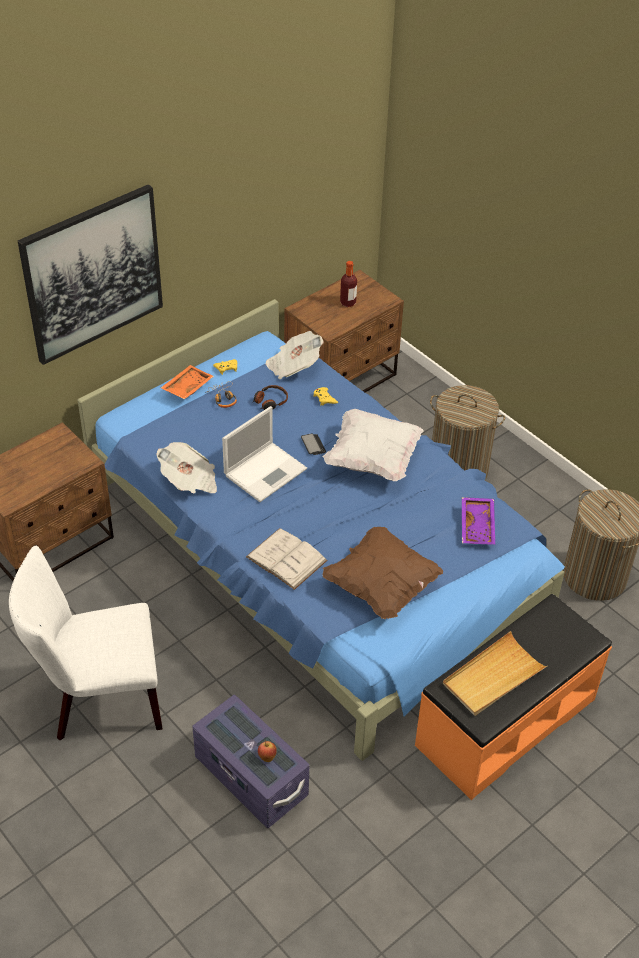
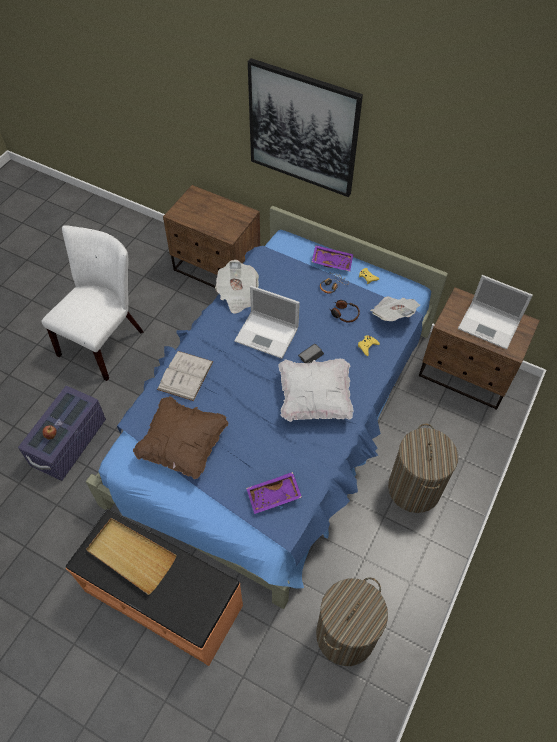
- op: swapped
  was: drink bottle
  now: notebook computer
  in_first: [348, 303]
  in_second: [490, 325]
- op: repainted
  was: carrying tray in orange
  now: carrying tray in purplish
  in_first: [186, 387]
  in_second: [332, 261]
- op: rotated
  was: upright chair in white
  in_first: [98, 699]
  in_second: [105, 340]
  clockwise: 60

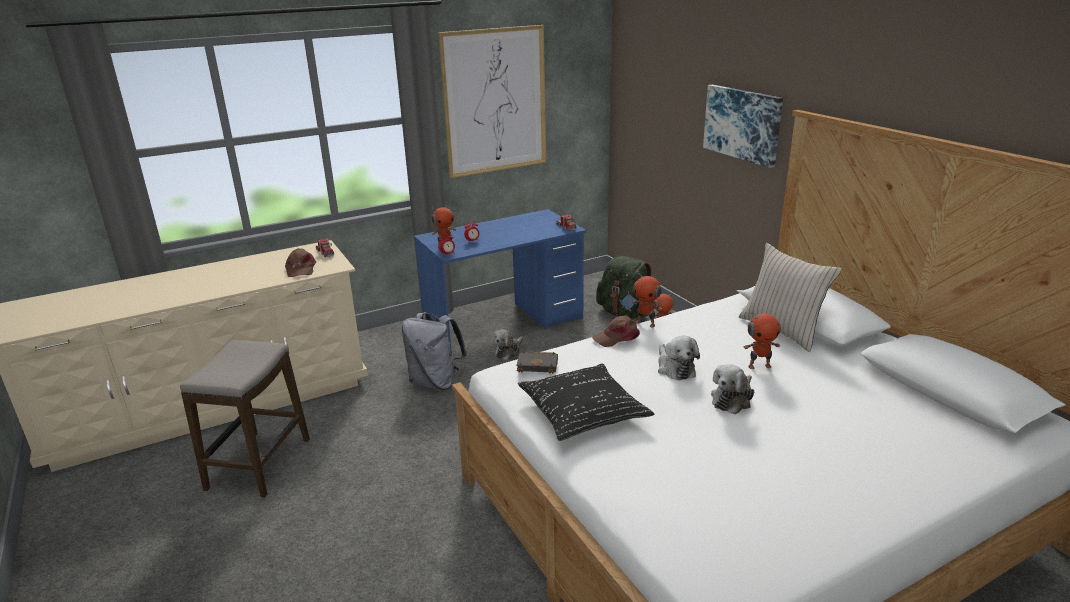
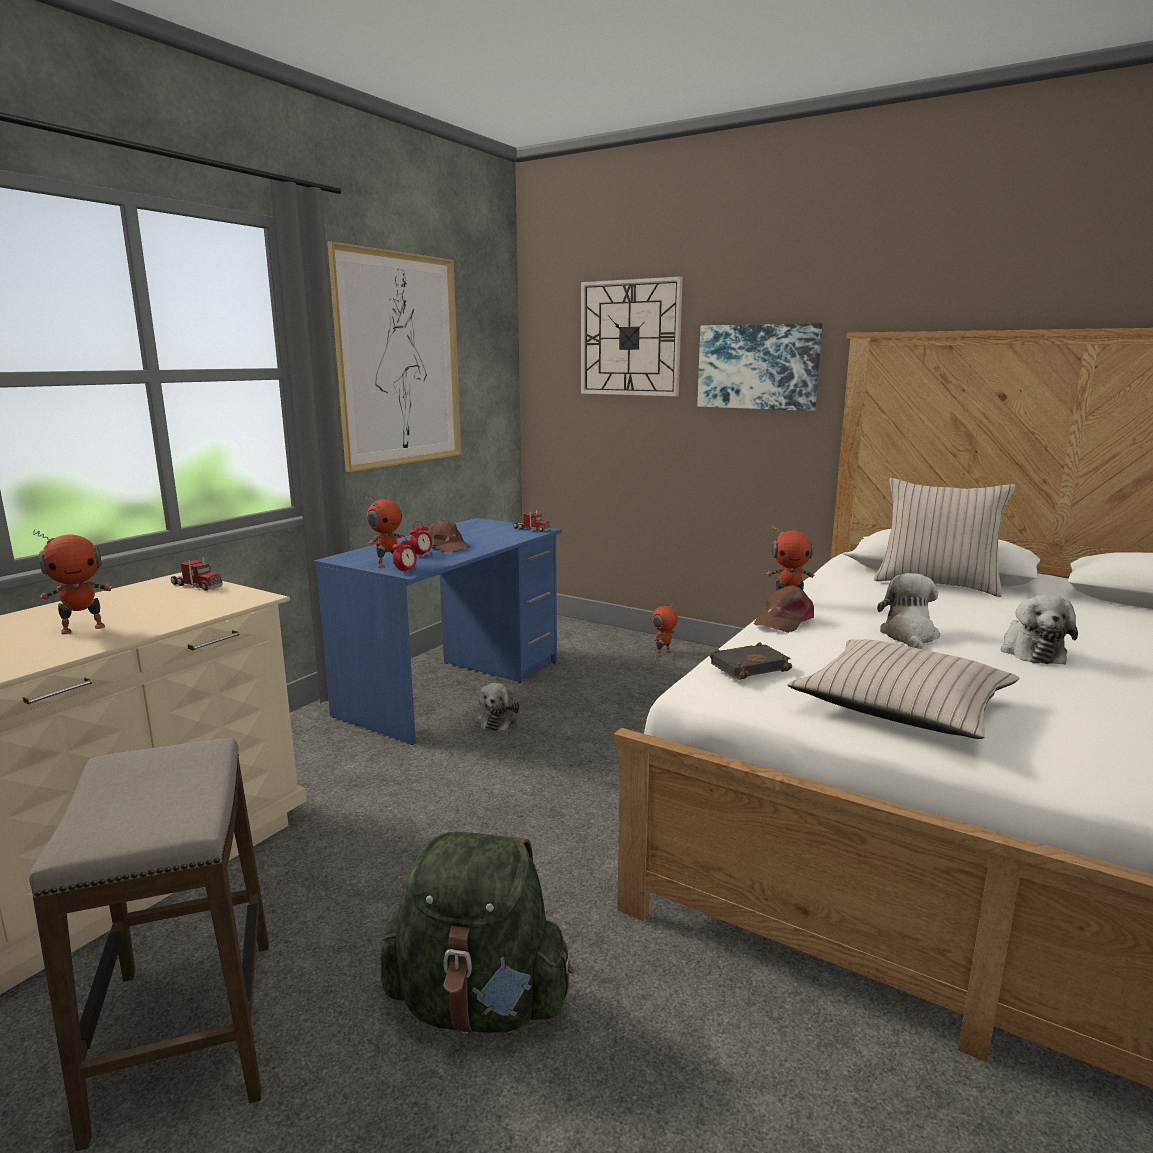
- op: shifted
  was: cap in brownish
  in_first: [300, 269]
  in_second: [446, 546]
- op: shifted
  was: knapsack in greenish
  in_first: [625, 313]
  in_second: [479, 1003]
- op: shifted
  was: model robot
  in_first: [759, 366]
  in_second: [83, 628]
- op: gone
  was: knapsack in gray
  in_first: [435, 382]
- op: rotated
  was: soft toy
  in_first: [675, 368]
  in_second: [909, 636]
  clockwise: -120
- op: repainted
  was: cushion in blackish
  now: cushion in beige
  in_first: [583, 411]
  in_second: [902, 706]
- op: new
  now: hanging clock
  in_second: [630, 338]

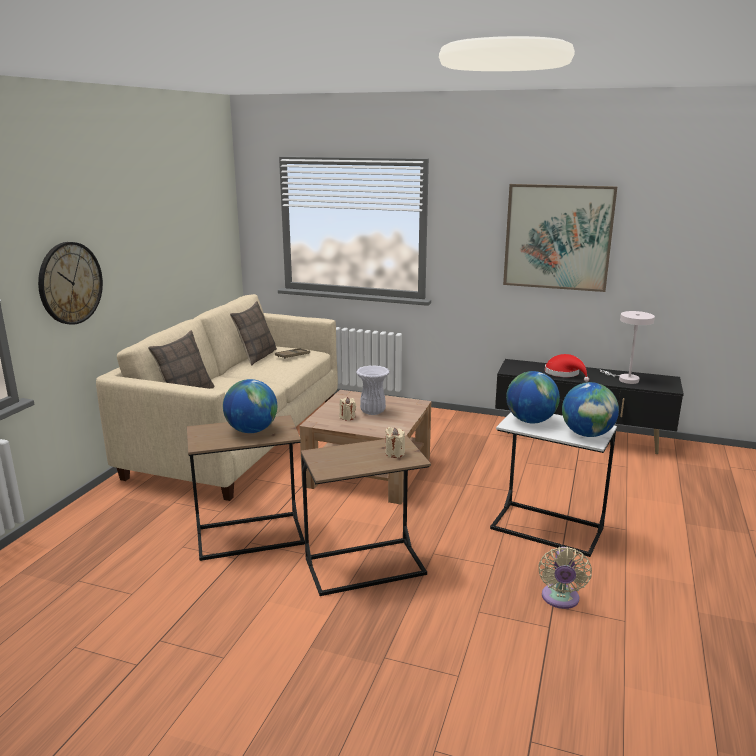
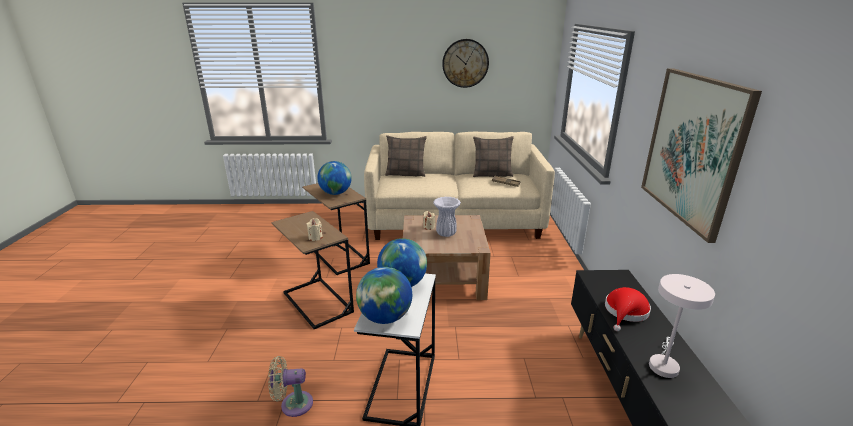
- op: shifted
  was: hanging clock
  in_first: [70, 283]
  in_second: [465, 63]

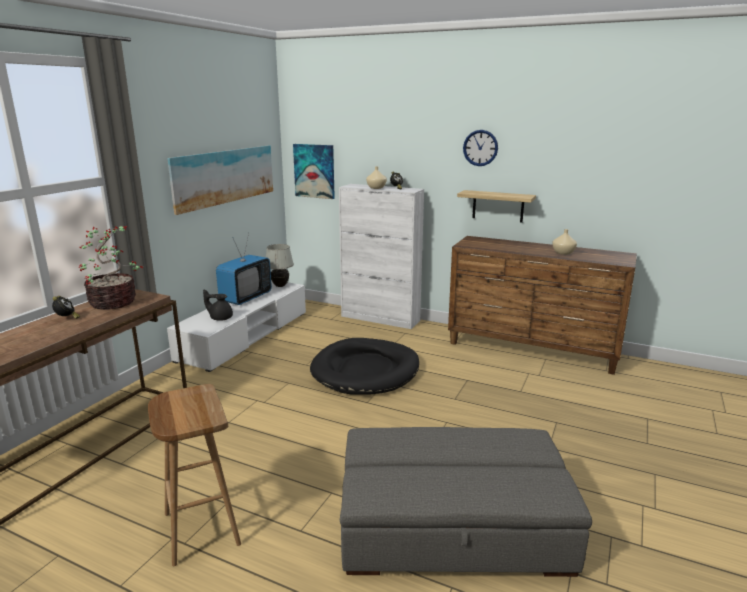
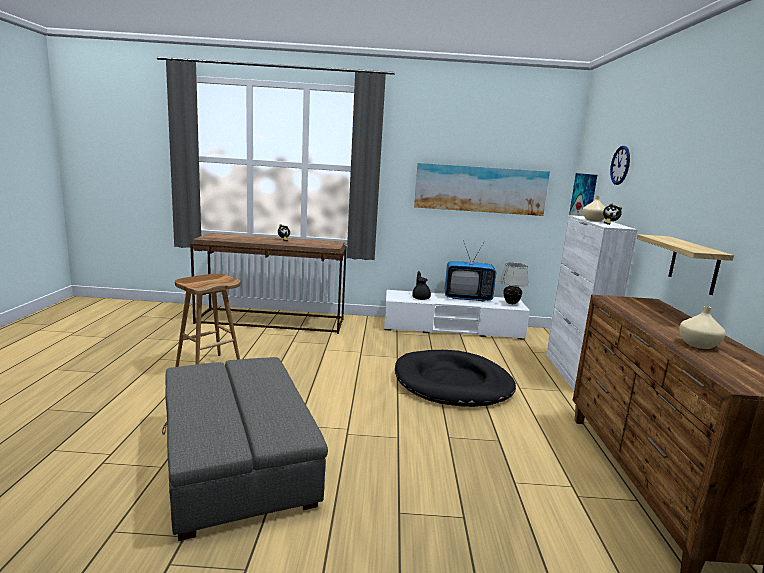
- op: shifted
  was: hanging clock
  in_first: [480, 148]
  in_second: [620, 165]
- op: gone
  was: plant in a pot
  in_first: [114, 302]

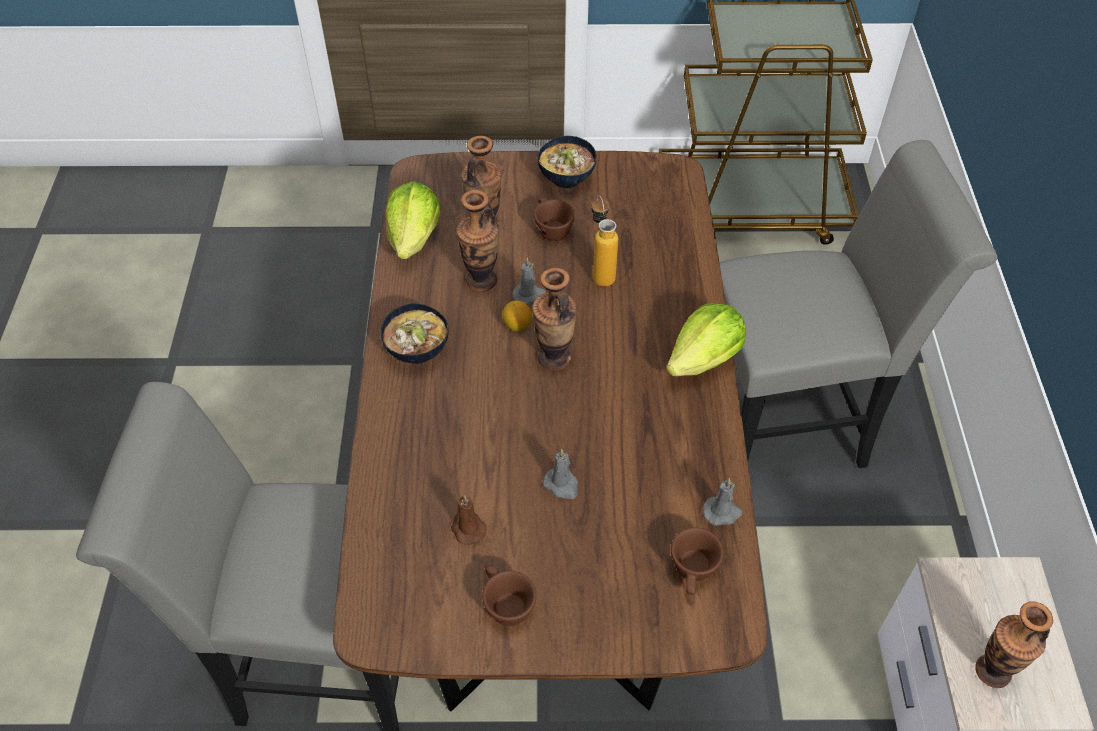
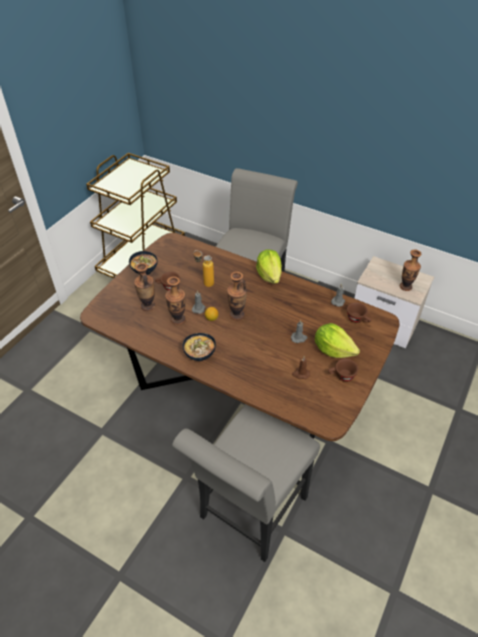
- op: shifted
  was: lettuce
  in_first: [414, 238]
  in_second: [333, 350]

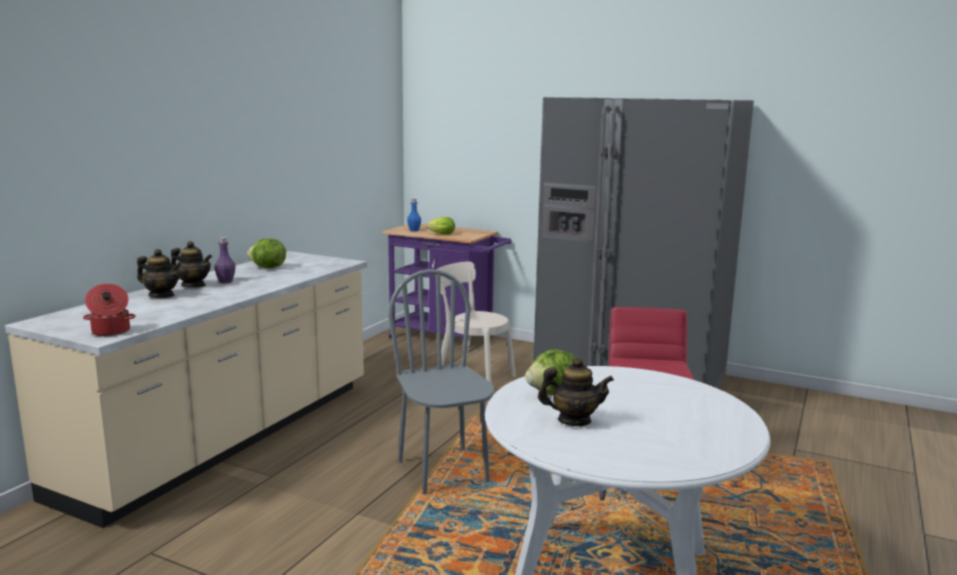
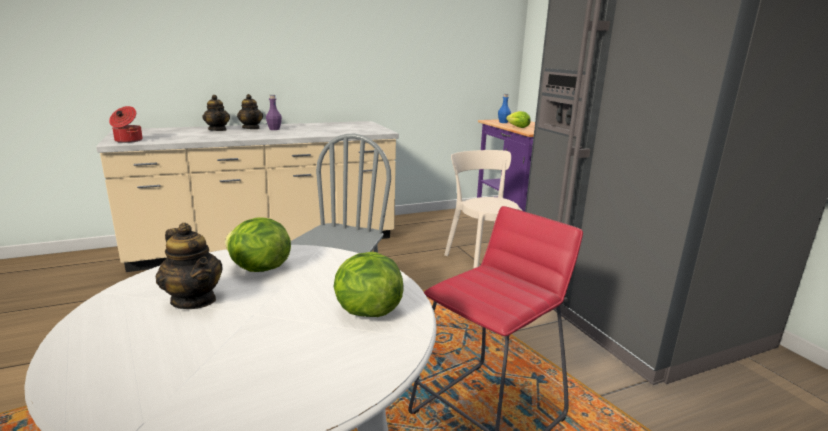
- op: shifted
  was: lettuce
  in_first: [268, 268]
  in_second: [366, 311]

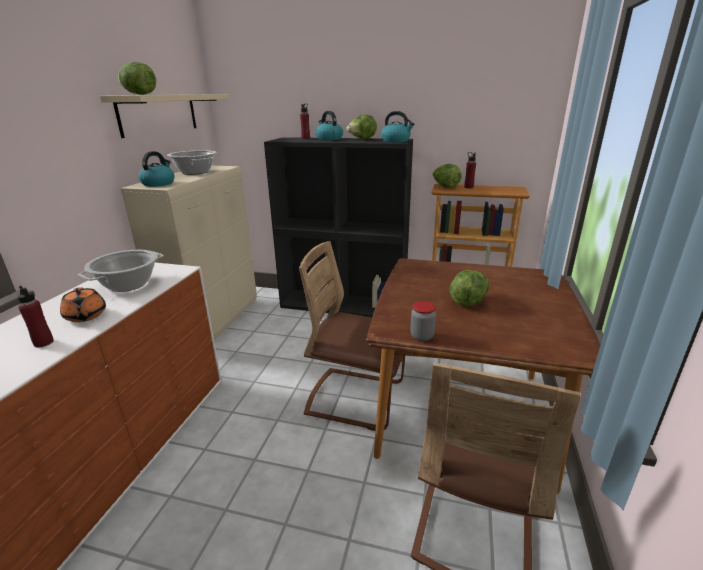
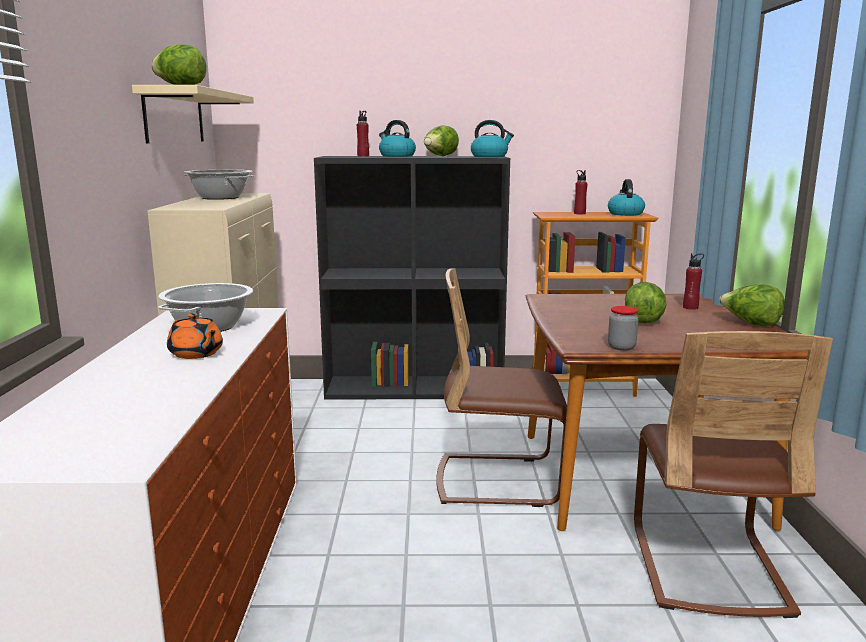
- op: shifted
  was: kettle
  in_first: [158, 183]
  in_second: [625, 214]
- op: shifted
  was: lettuce
  in_first: [445, 187]
  in_second: [750, 324]
- op: shifted
  was: drink bottle in reddish
  in_first: [43, 342]
  in_second: [690, 307]

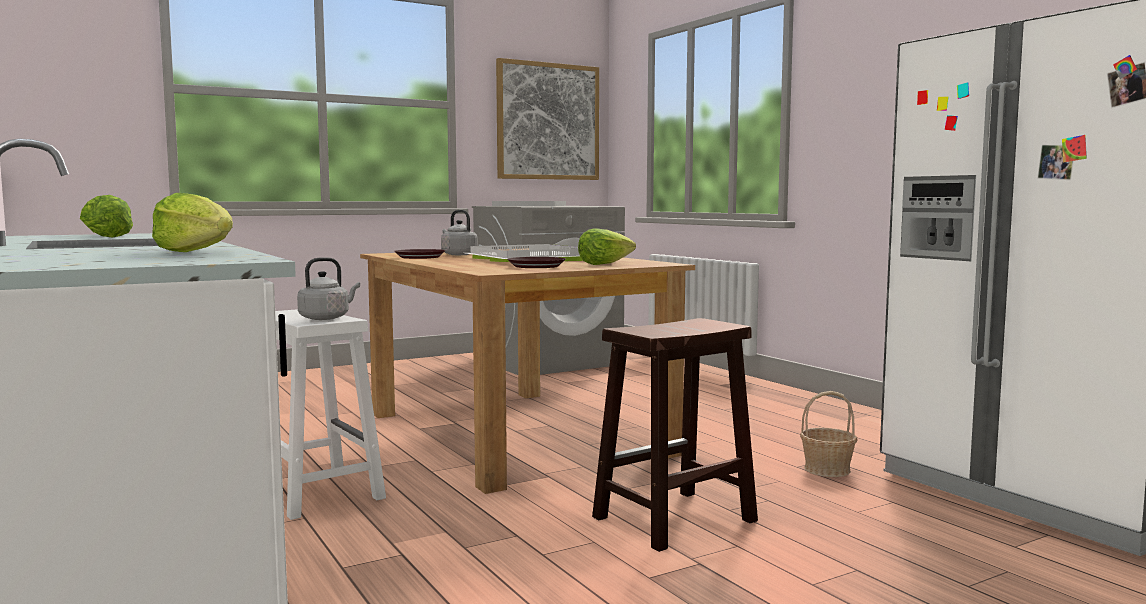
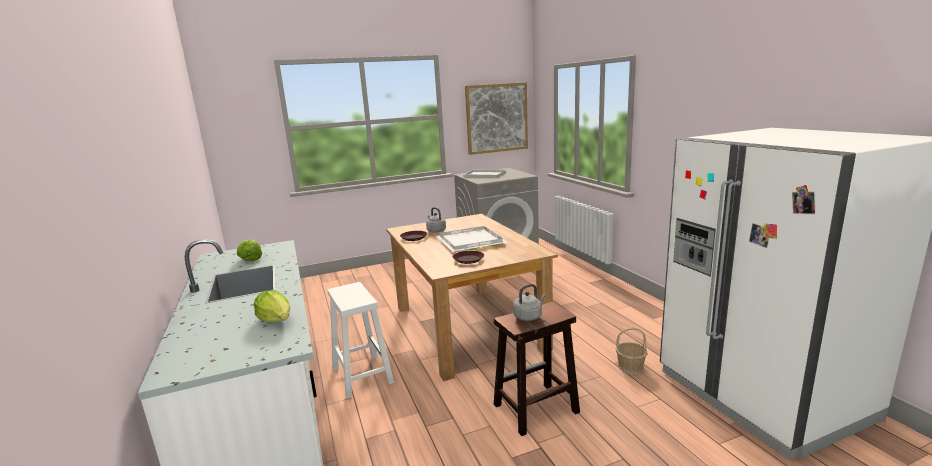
- op: gone
  was: lettuce
  in_first: [604, 264]
- op: shifted
  was: kettle in gray
  in_first: [326, 318]
  in_second: [529, 316]

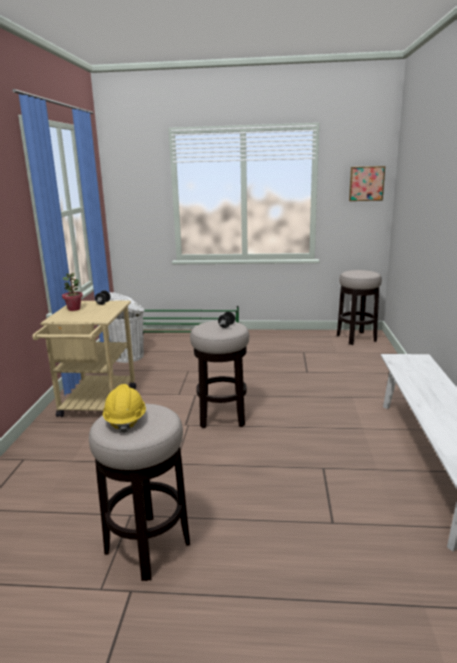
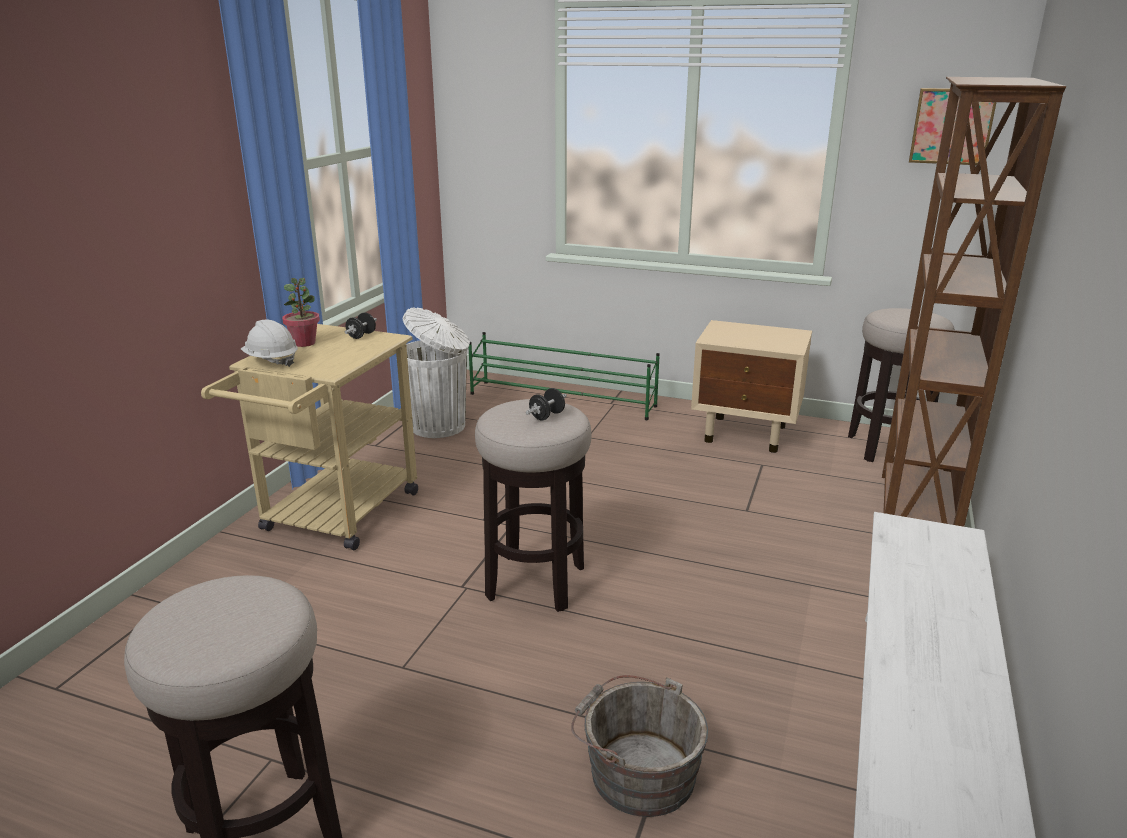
- op: gone
  was: safety helmet in yellow
  in_first: [125, 420]
- op: new
  now: bookcase in brownish
  in_second: [913, 516]
- op: new
  now: safety helmet in white
  in_second: [271, 361]
- op: new
  now: nightstand in beige
  in_second: [746, 434]
- op: new
  now: bucket in gray
  in_second: [637, 771]

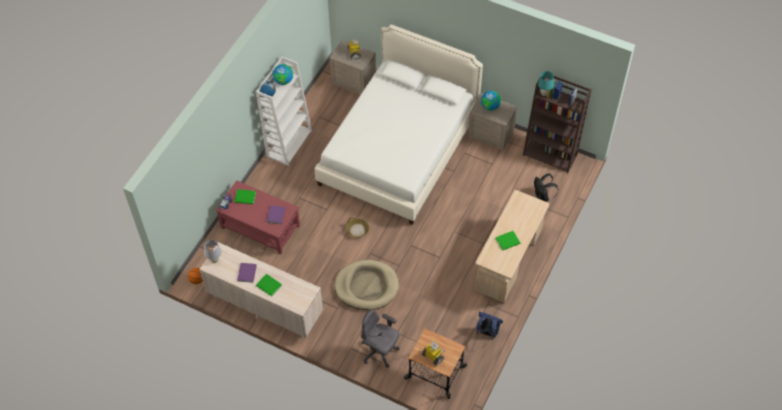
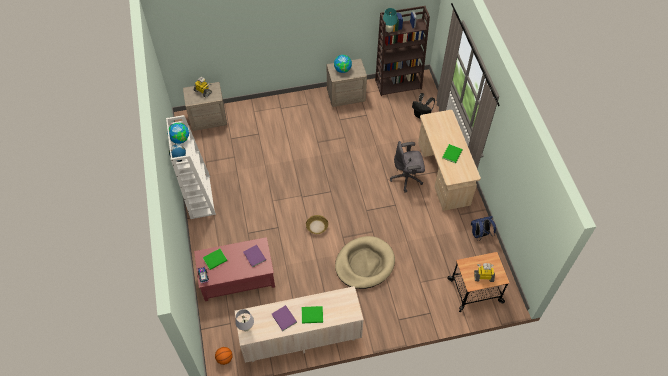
- op: gone
  was: sleeping bed in white
  in_first: [399, 150]
- op: shifted
  was: desk chair in gray
  in_first: [379, 351]
  in_second: [407, 178]

